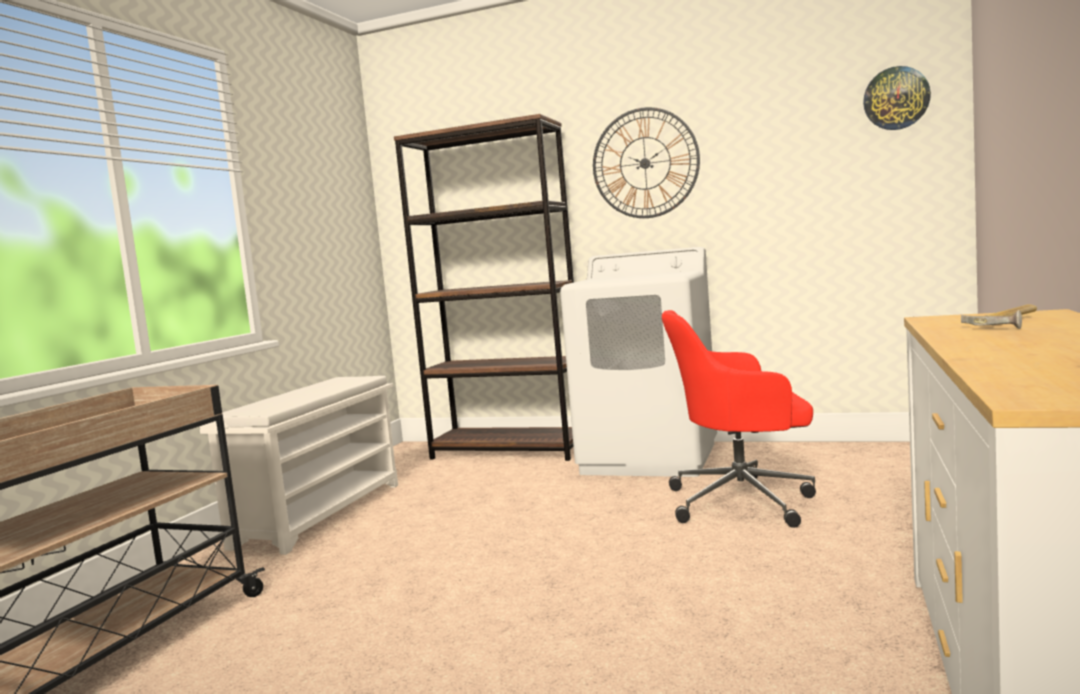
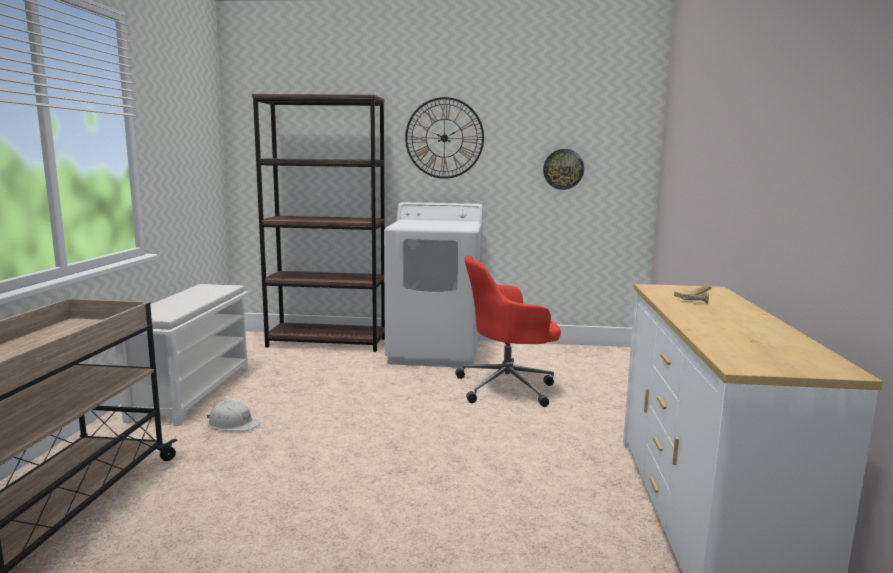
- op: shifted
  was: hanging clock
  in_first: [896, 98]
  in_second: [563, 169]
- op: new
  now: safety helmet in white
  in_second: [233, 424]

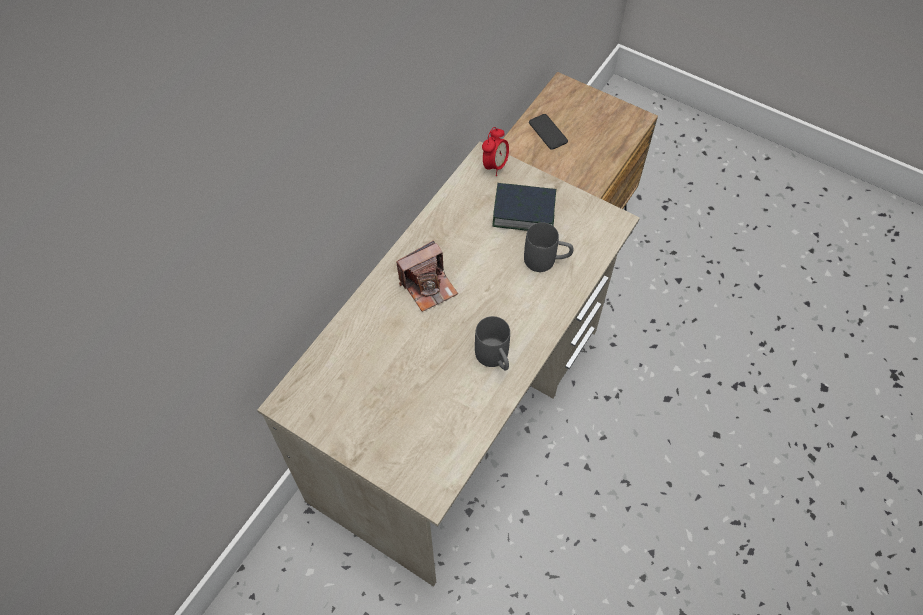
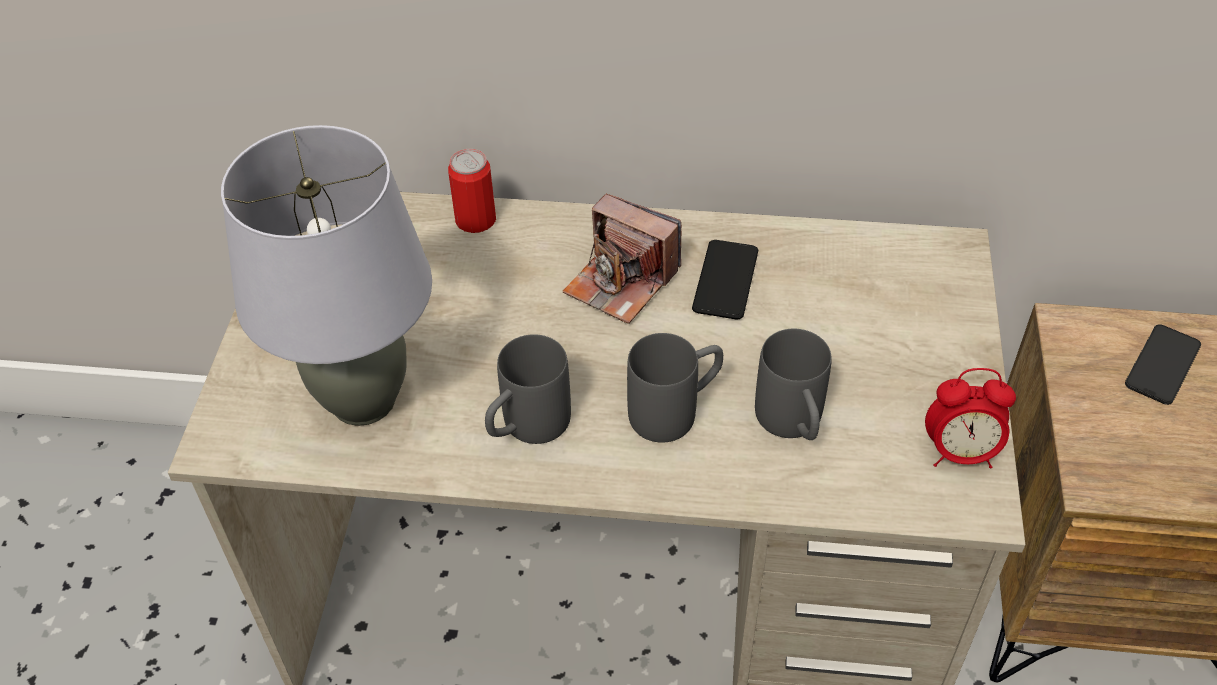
- op: shifted
  was: table clock
  in_first: [495, 165]
  in_second: [960, 453]
- op: gone
  was: bound book
  in_first: [523, 212]
- op: new
  now: table lamp in gray
  in_second: [362, 400]
- op: new
  now: can
  in_second: [475, 220]
- op: new
  now: phone
  in_second: [725, 280]
- op: new
  now: mug in gray
  in_second: [676, 410]

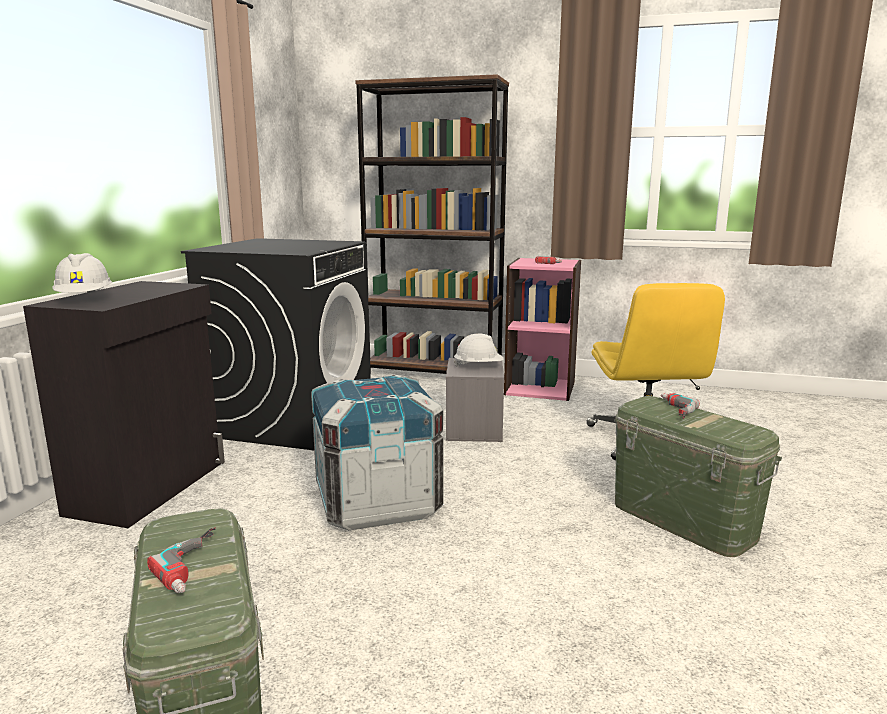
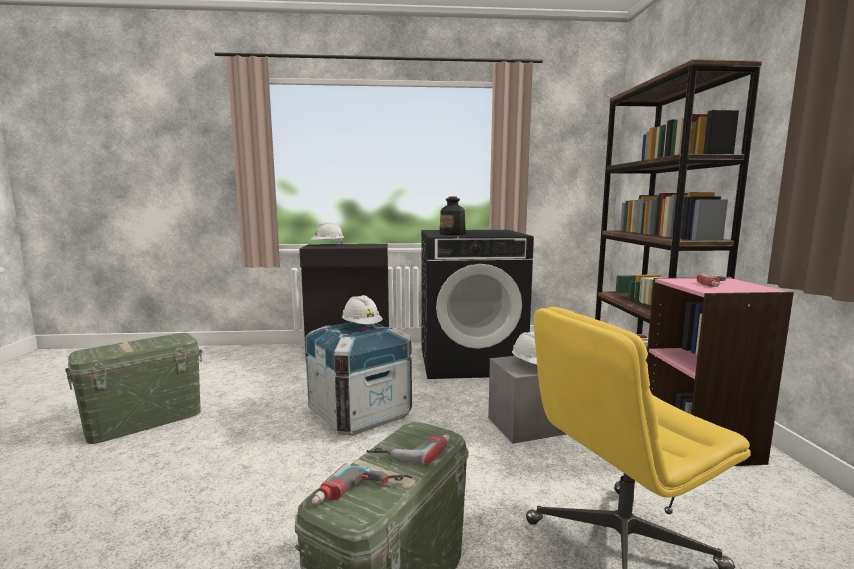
- op: shifted
  was: drill
  in_first: [197, 565]
  in_second: [362, 495]
- op: new
  now: drink bottle
  in_second: [452, 234]
- op: new
  now: safety helmet in white
  in_second: [362, 327]

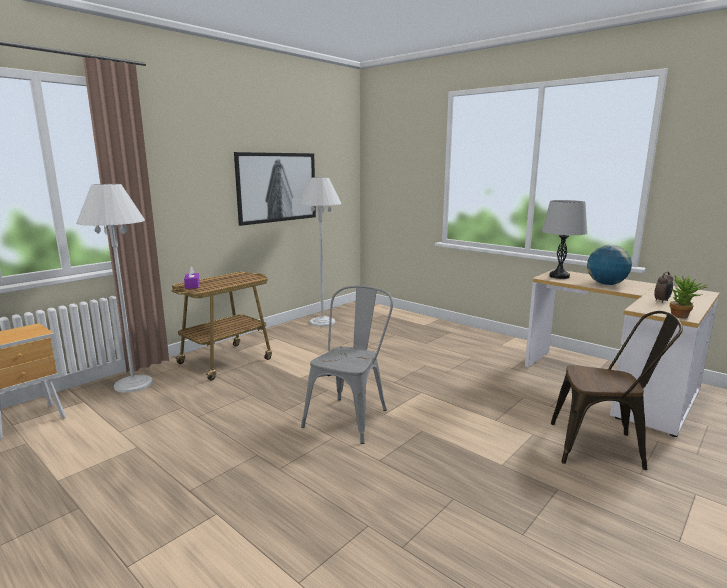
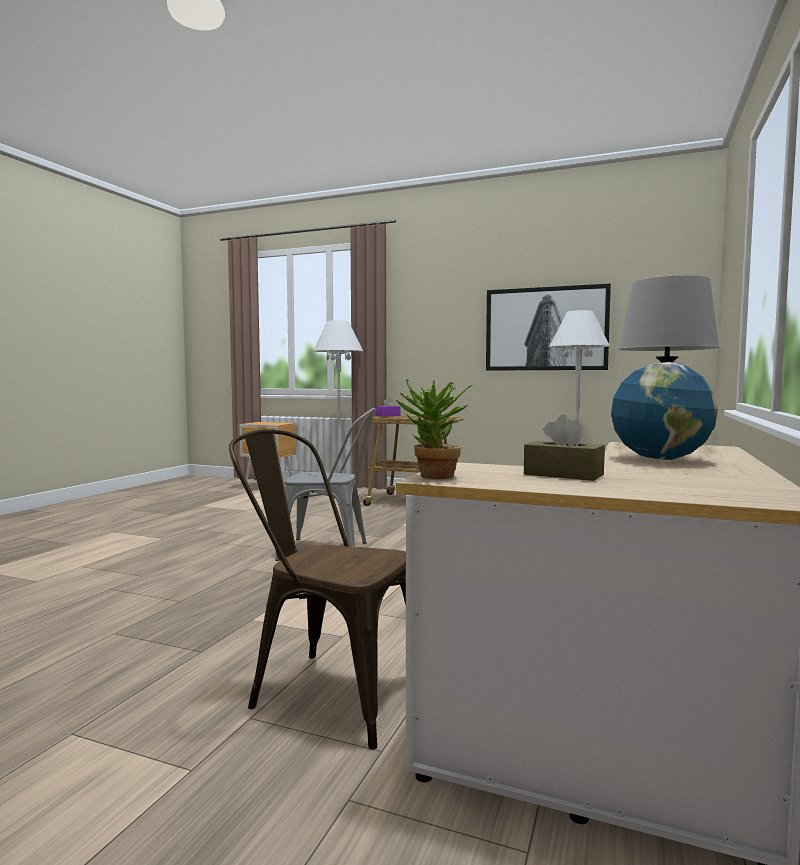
- op: swapped
  was: table clock
  now: box of tissues in brownish
  in_first: [662, 301]
  in_second: [563, 475]
- op: rotated
  was: upright chair in brownish
  in_first: [604, 447]
  in_second: [328, 689]
  clockwise: 120

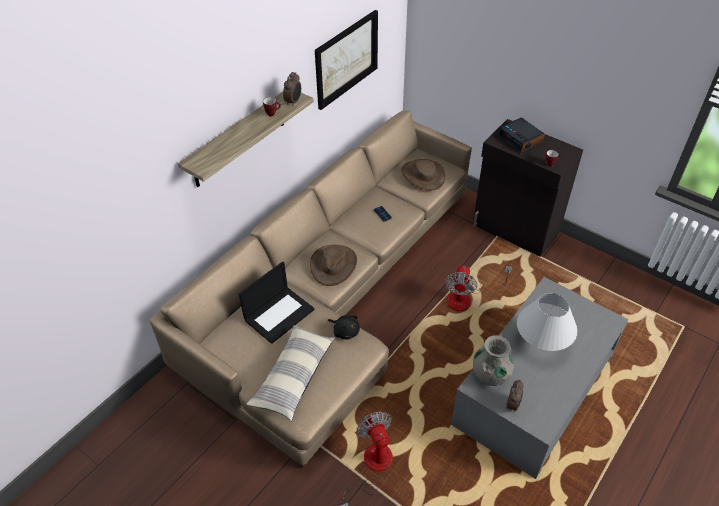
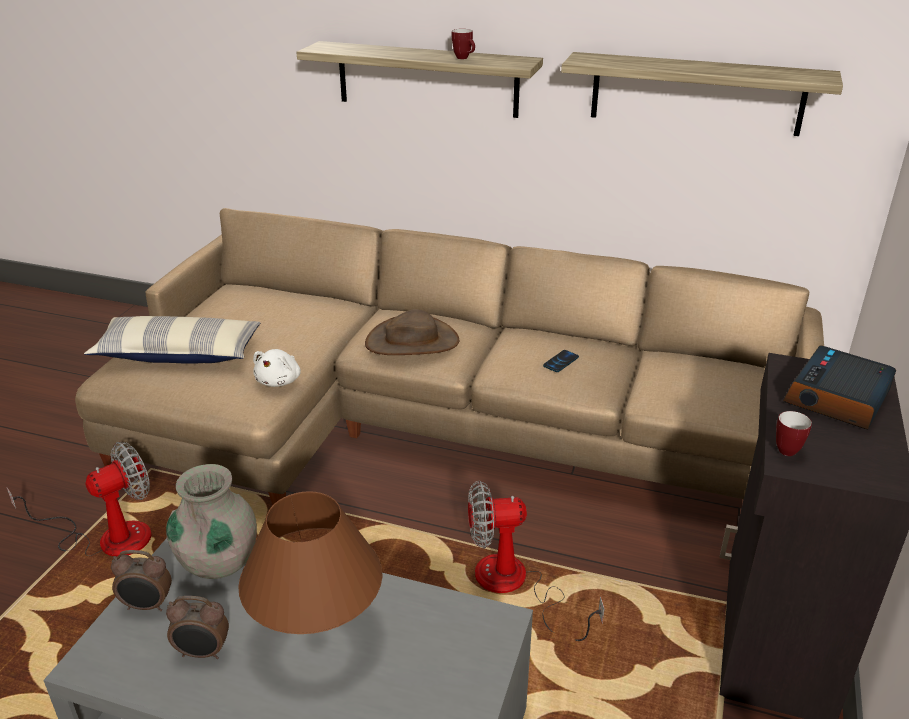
- op: swapped
  was: wall picture
  now: wall shelf
  in_first: [346, 59]
  in_second: [696, 94]
- op: shifted
  was: table clock
  in_first: [293, 102]
  in_second: [203, 653]
- op: gone
  was: clothing hat in brownish
  in_first: [423, 175]
- op: gone
  was: notebook computer
  in_first: [279, 314]
- op: repainted
  was: table lamp in white
  now: table lamp in brownish
  in_first: [540, 345]
  in_second: [317, 630]
- op: repainted
  was: soft toy in blackish
  now: soft toy in white
  in_first: [345, 331]
  in_second: [279, 381]

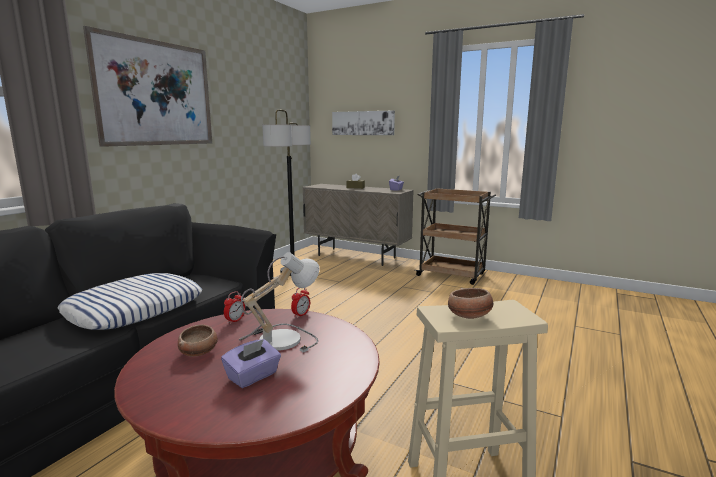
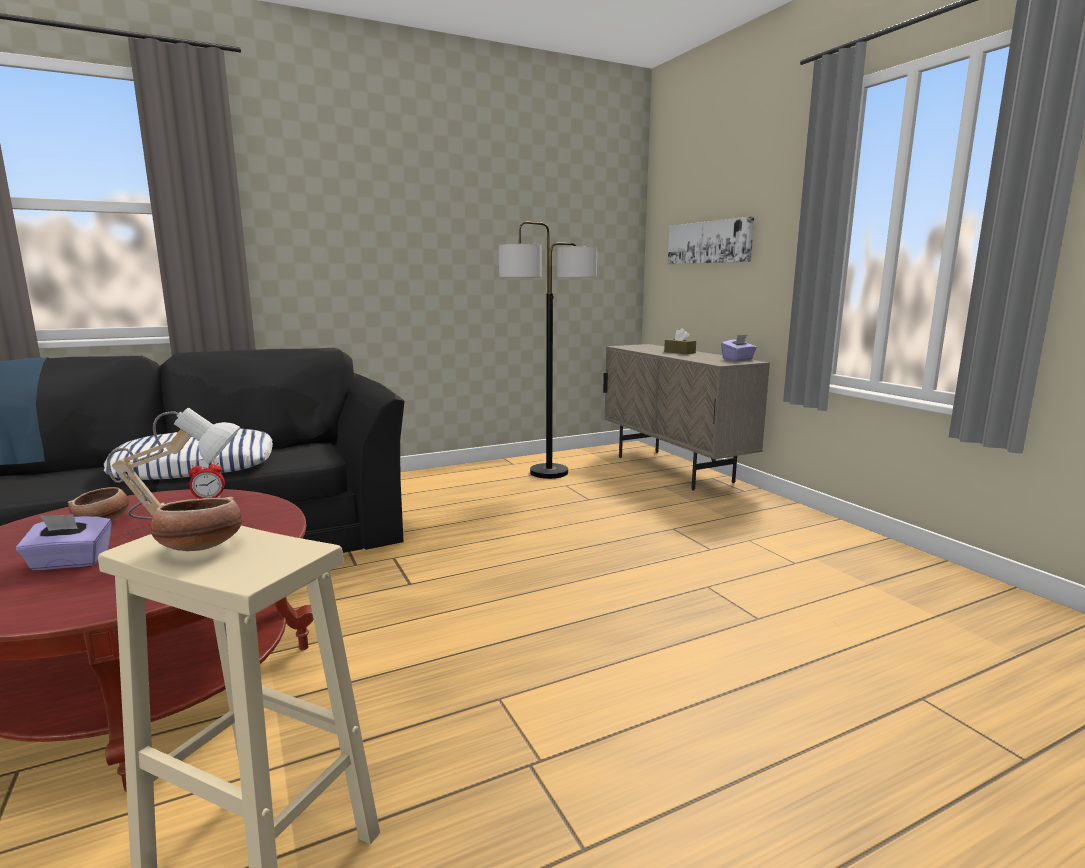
- op: gone
  was: wall picture
  in_first: [156, 93]
- op: gone
  was: cart in brownish
  in_first: [452, 275]
- op: gone
  was: table clock
  in_first: [301, 315]

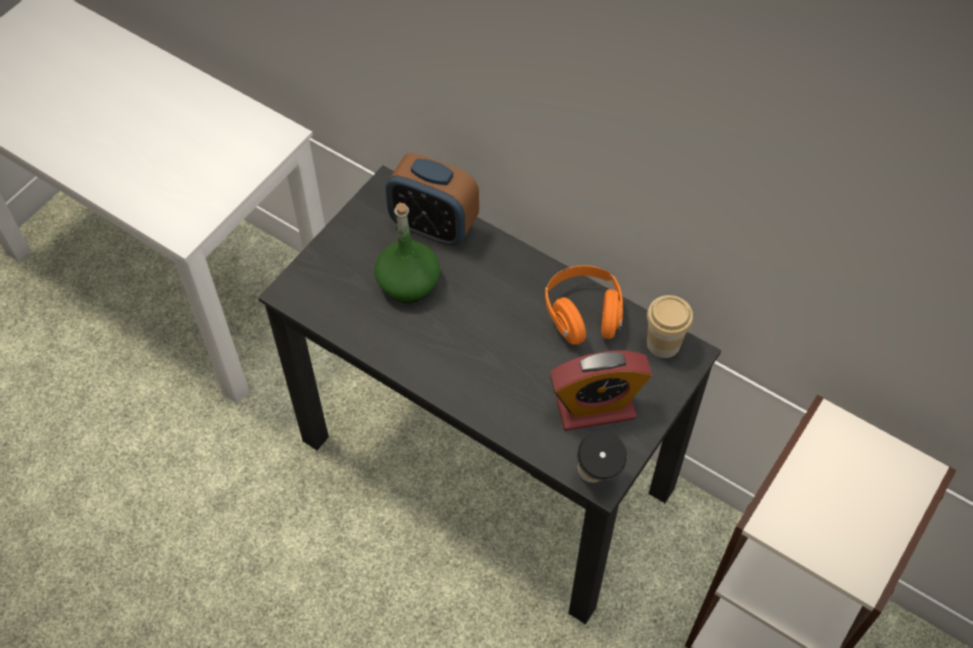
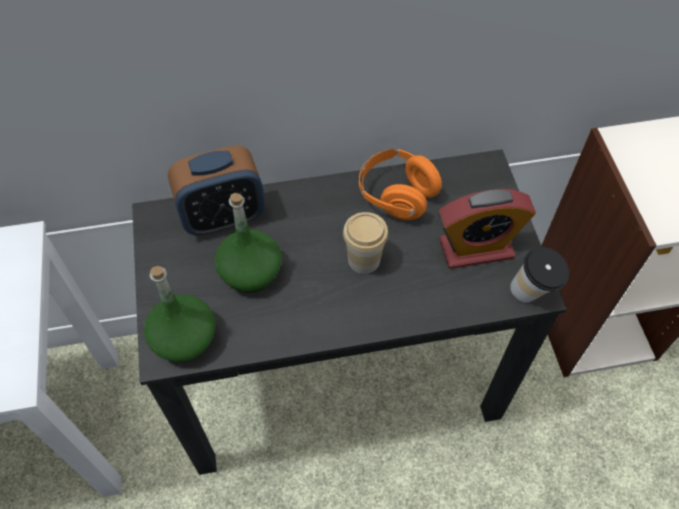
- op: shifted
  was: drinking cup
  in_first: [663, 343]
  in_second: [364, 260]
- op: rotated
  was: table clock
  in_first: [595, 408]
  in_second: [476, 248]
  clockwise: 45
- op: new
  now: drink bottle in greenish
  in_second: [184, 338]

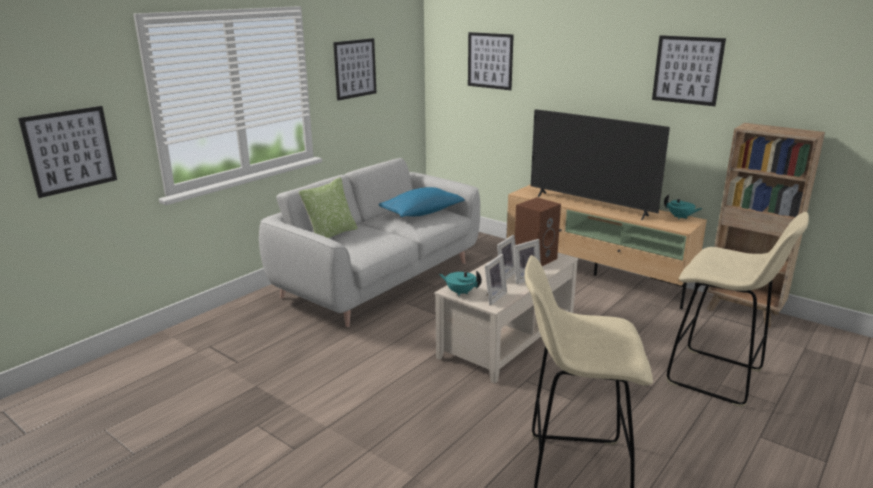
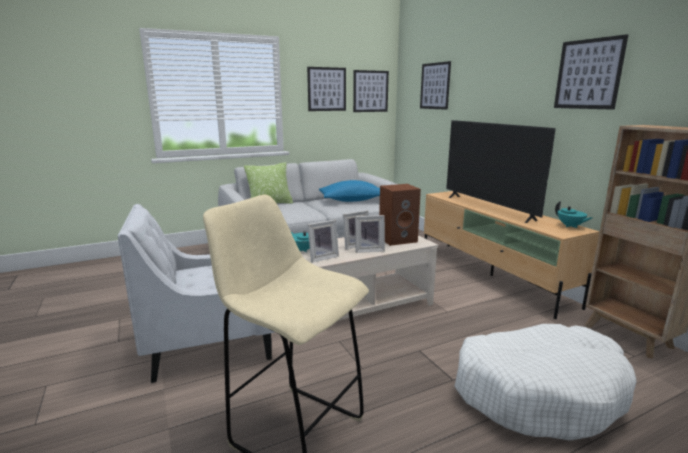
- op: shifted
  was: wall picture
  in_first: [70, 150]
  in_second: [370, 91]
- op: swapped
  was: stool in beige
  now: dog bed in white
  in_first: [718, 378]
  in_second: [538, 391]
- op: new
  now: easy chair in white
  in_second: [213, 344]

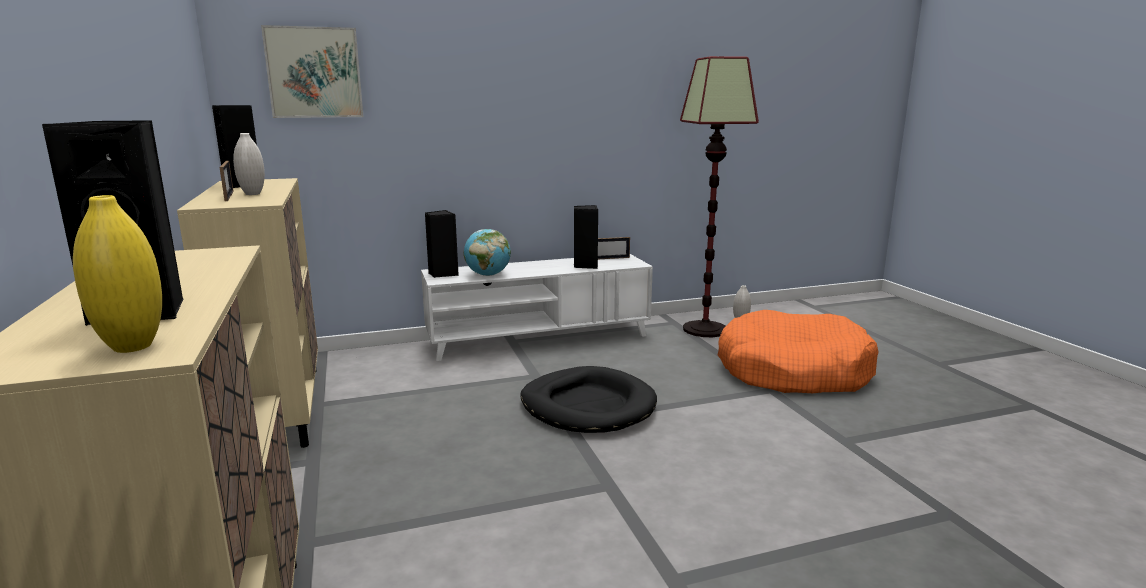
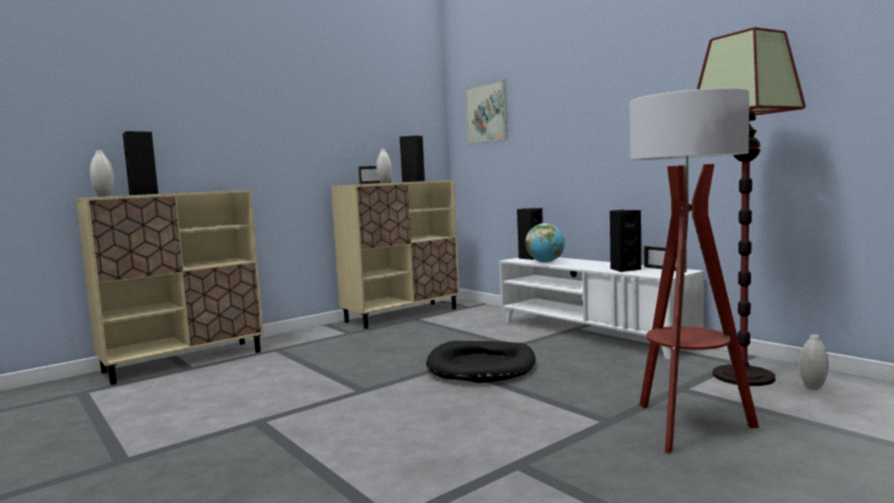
- op: repainted
  was: vase in yellow
  now: vase in white
  in_first: [132, 347]
  in_second: [104, 196]
- op: swapped
  was: dog bed in orange
  now: standing lamp
  in_first: [792, 371]
  in_second: [687, 427]

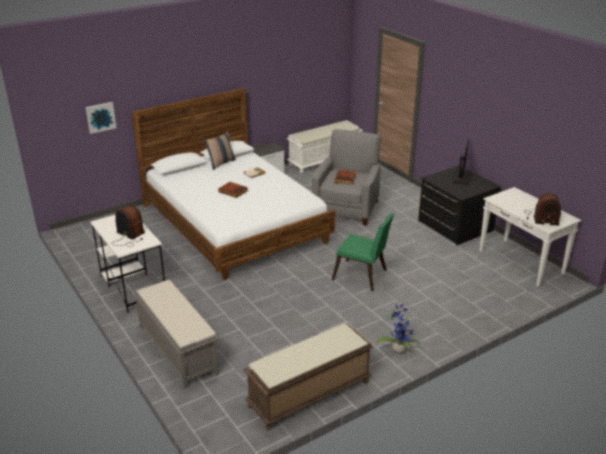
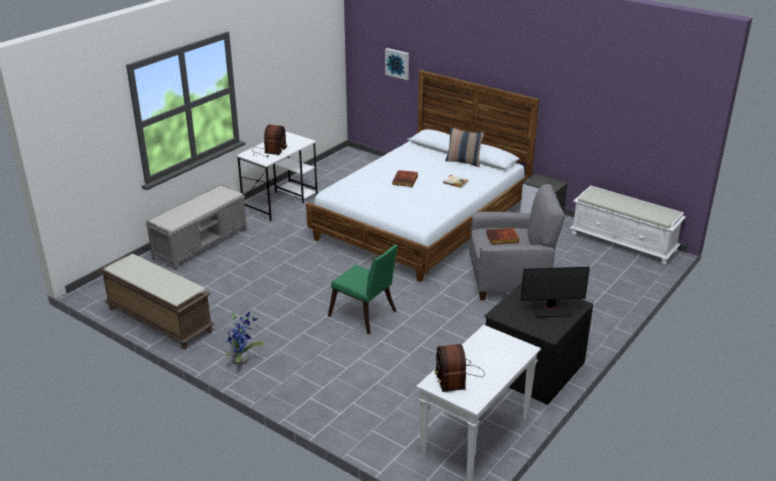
- op: rotated
  was: upright chair in greenish
  in_first: [362, 276]
  in_second: [365, 316]
  clockwise: -60

